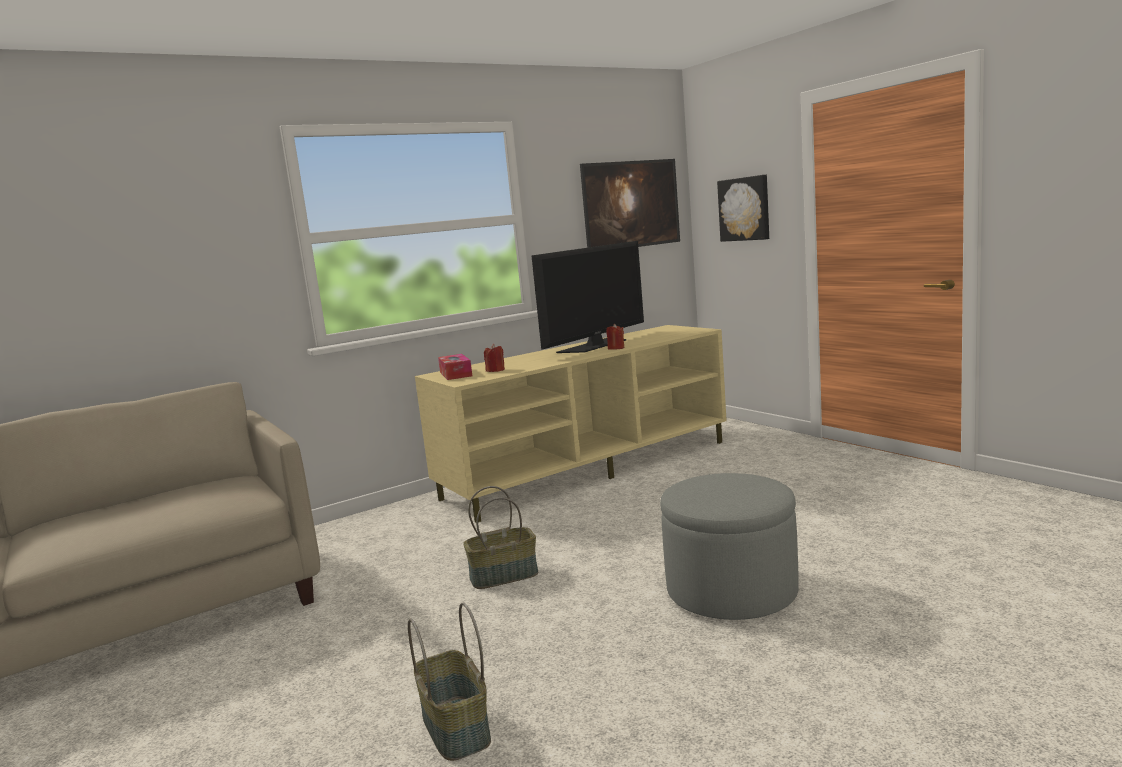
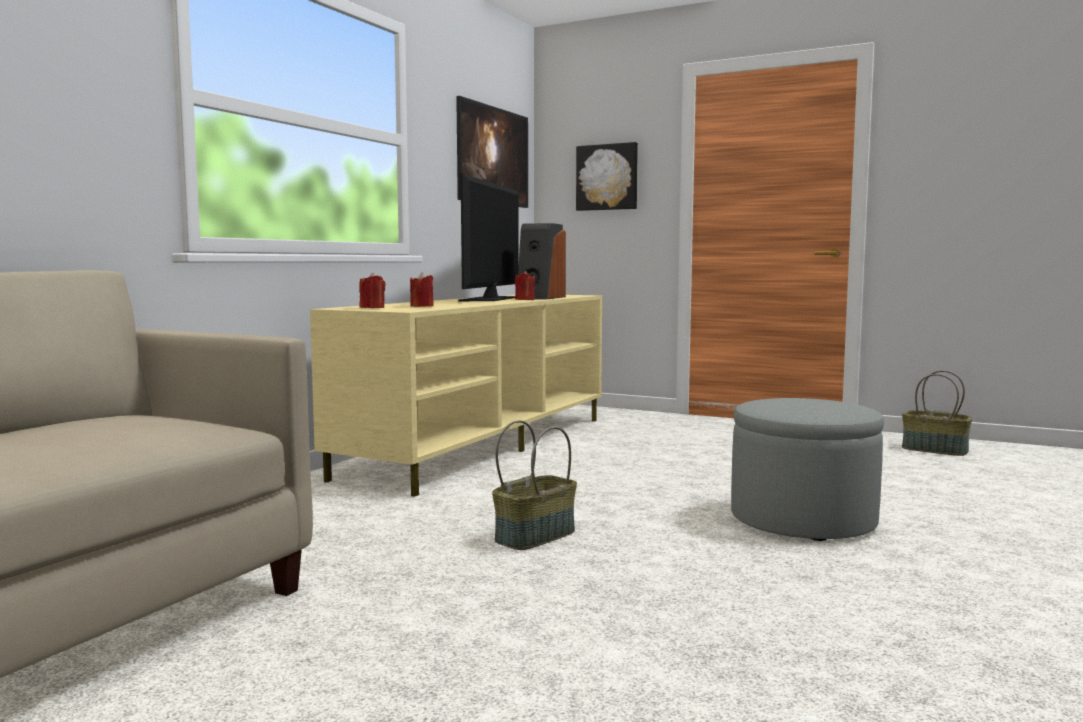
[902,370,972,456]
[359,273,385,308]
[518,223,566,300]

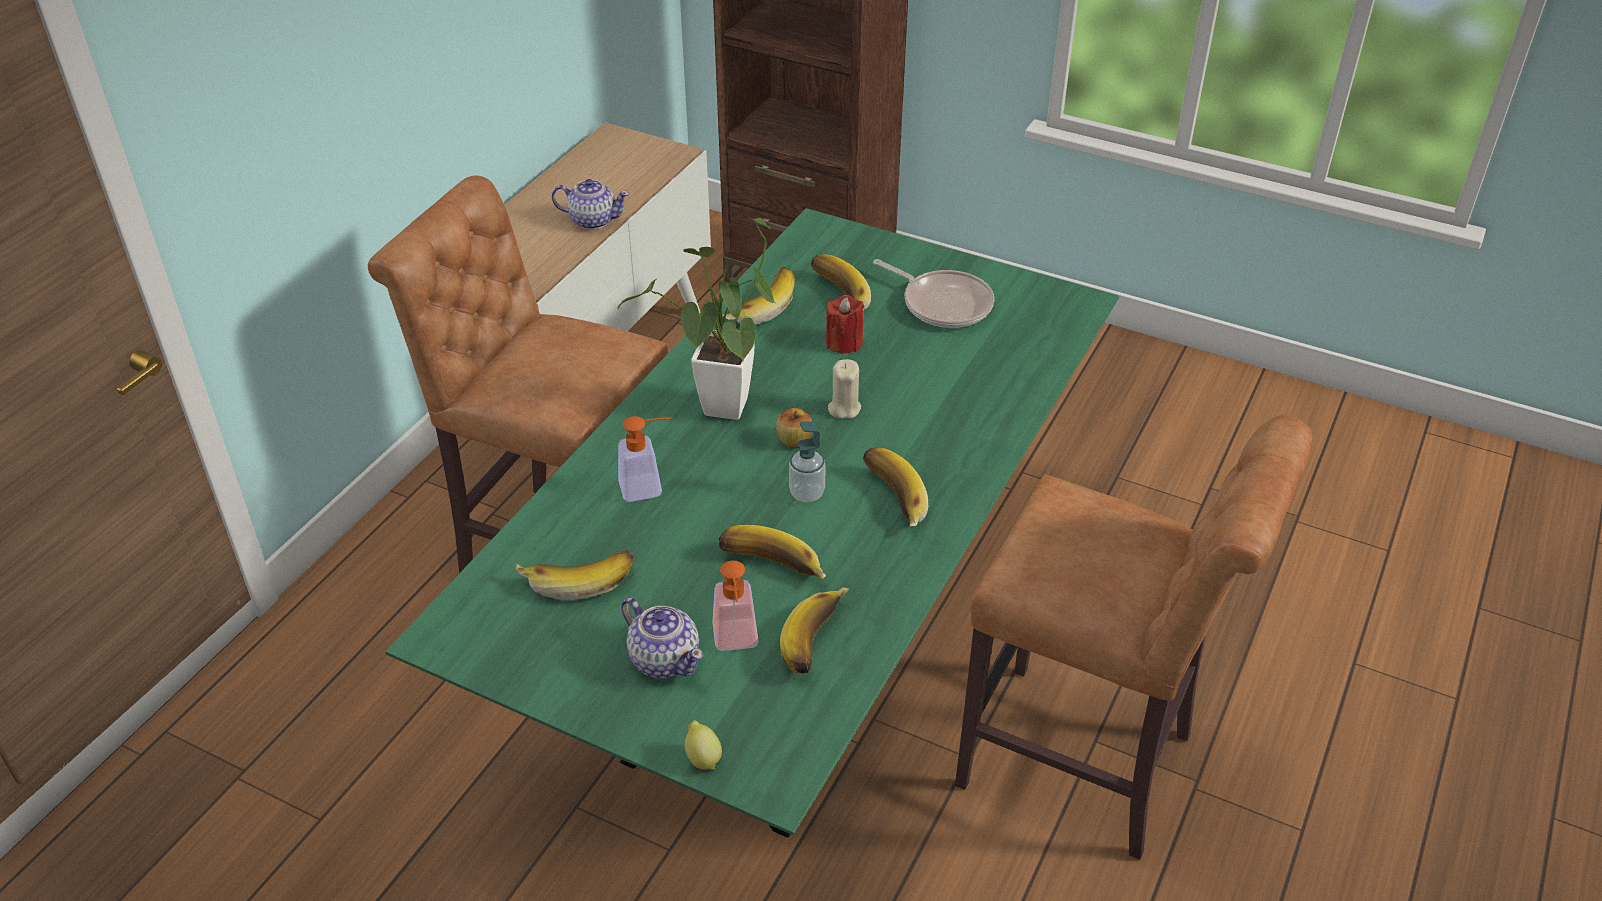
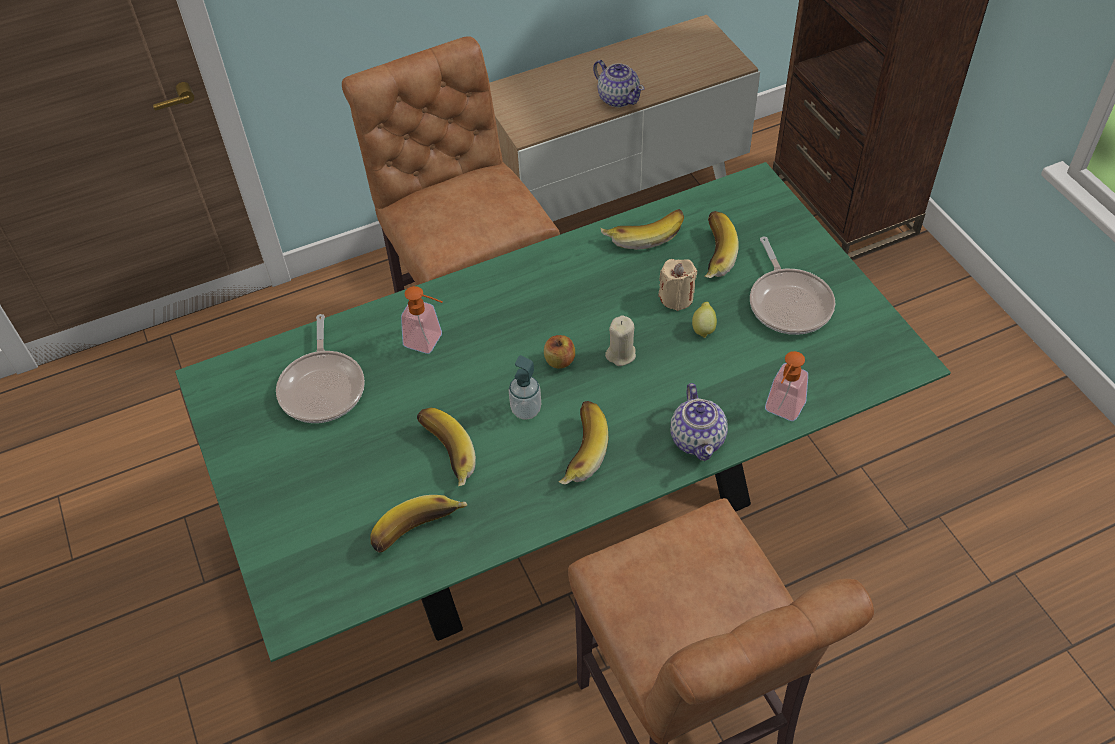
[276,314,365,423]
[617,217,776,420] (first image)
[671,383,728,461]
[692,302,717,338]
[765,351,808,421]
[658,259,697,311]

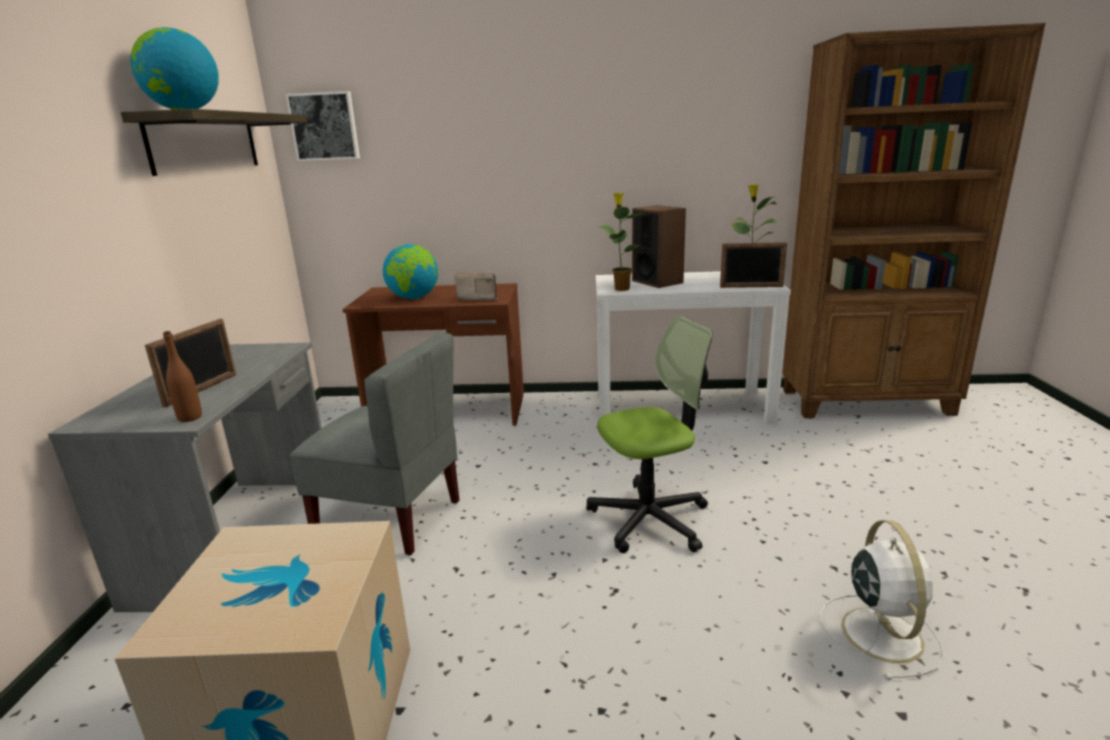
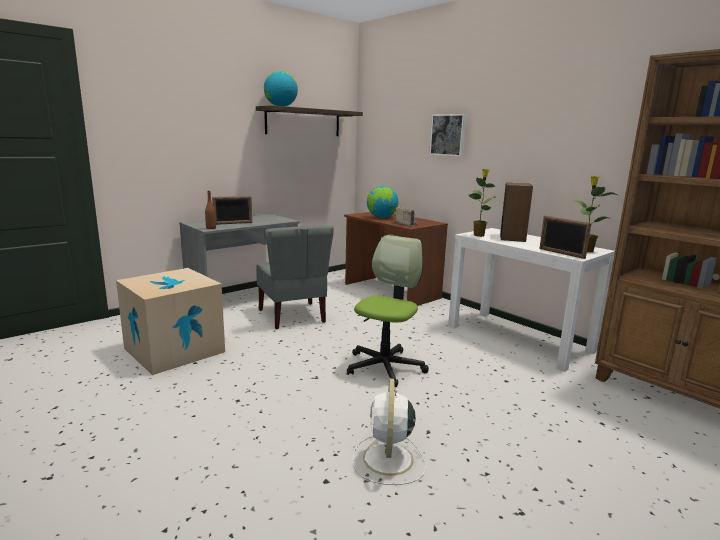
[429,114,467,157]
[347,235,429,387]
[353,378,426,485]

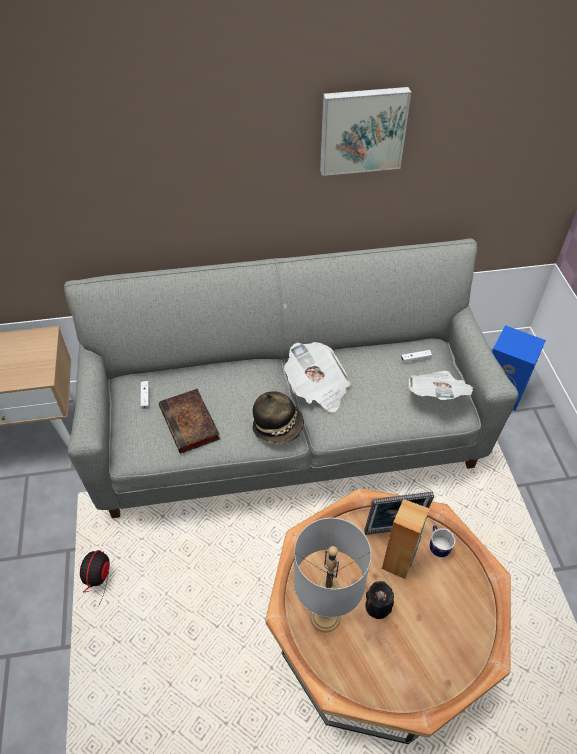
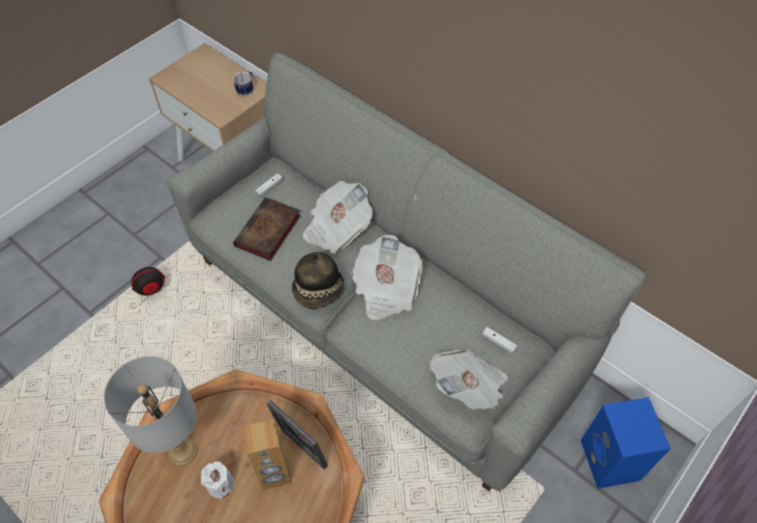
[320,87,411,176] (first image)
[201,461,234,499]
[233,71,253,96]
[303,181,373,254]

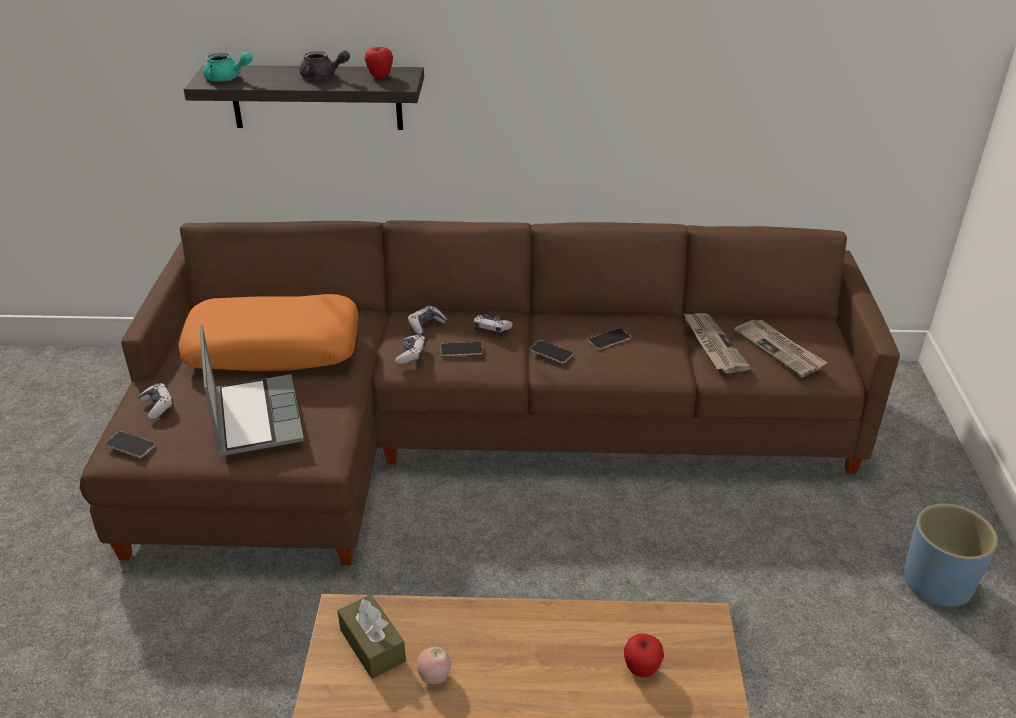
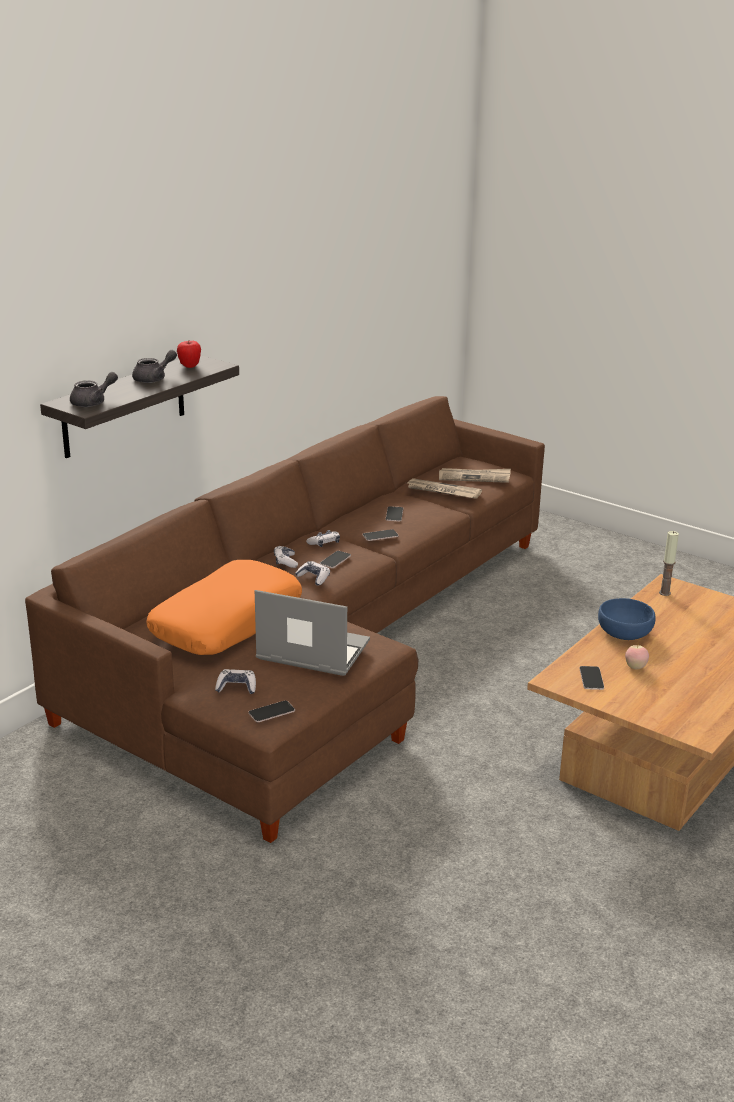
[70,372,118,407]
[579,666,604,690]
[624,633,664,677] (first image)
[903,504,998,607] (first image)
[598,598,655,640]
[659,531,679,596]

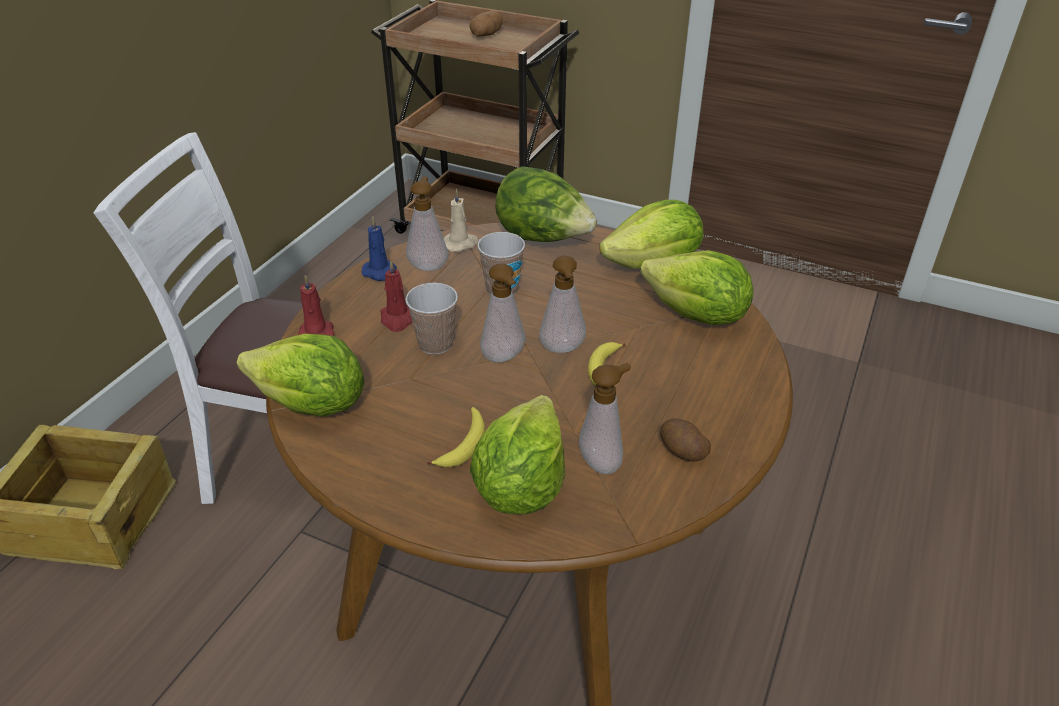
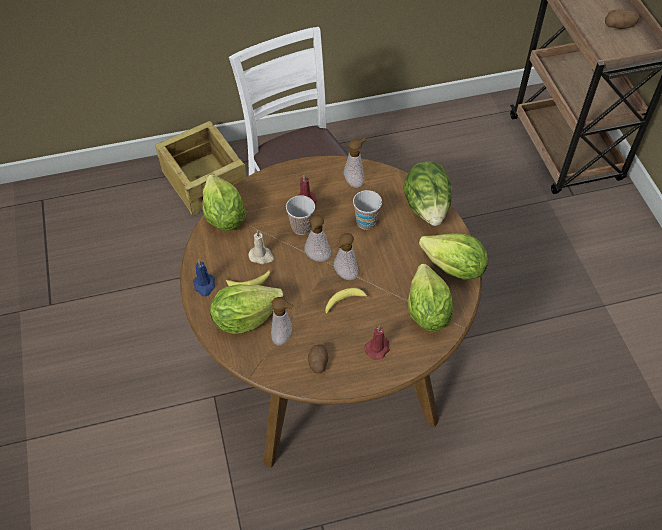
[364,325,390,360]
[193,260,215,297]
[248,230,274,264]

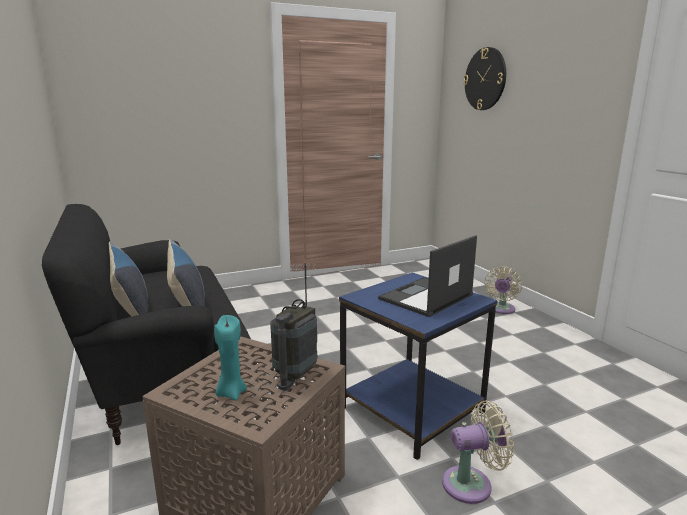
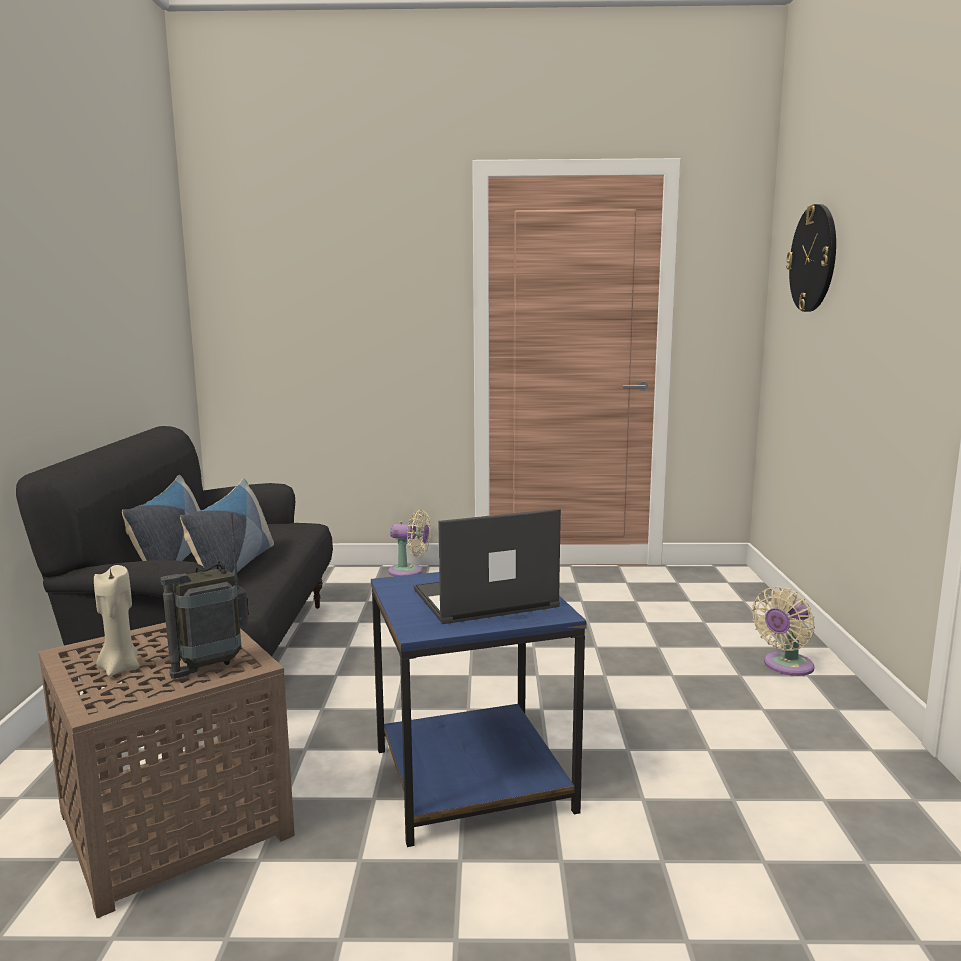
[94,565,139,676]
[388,510,431,576]

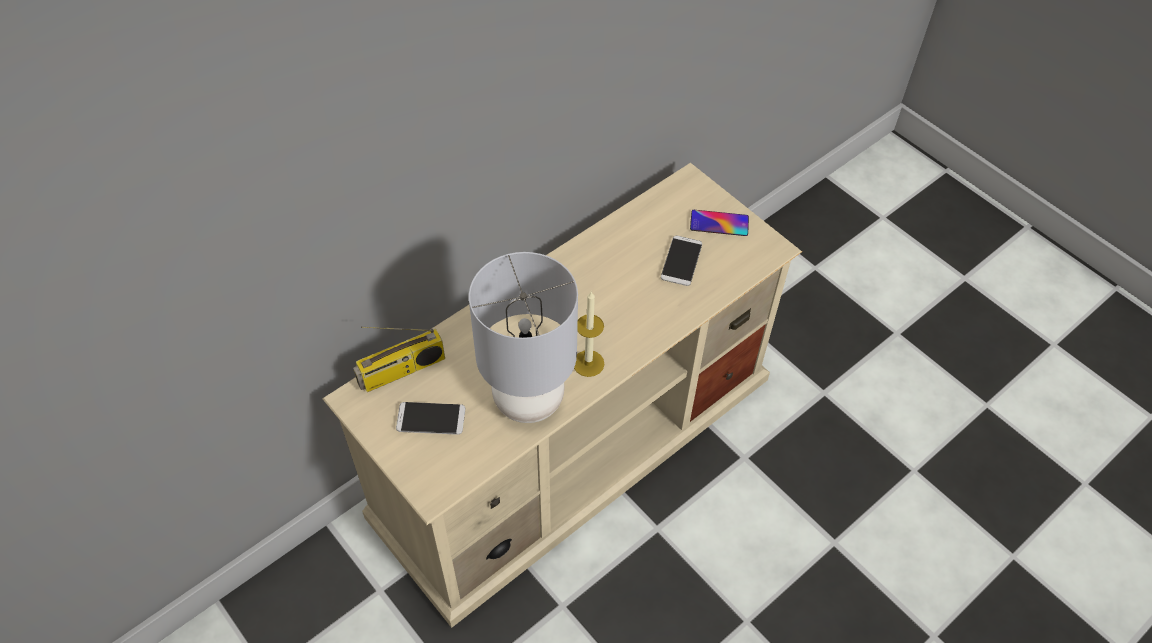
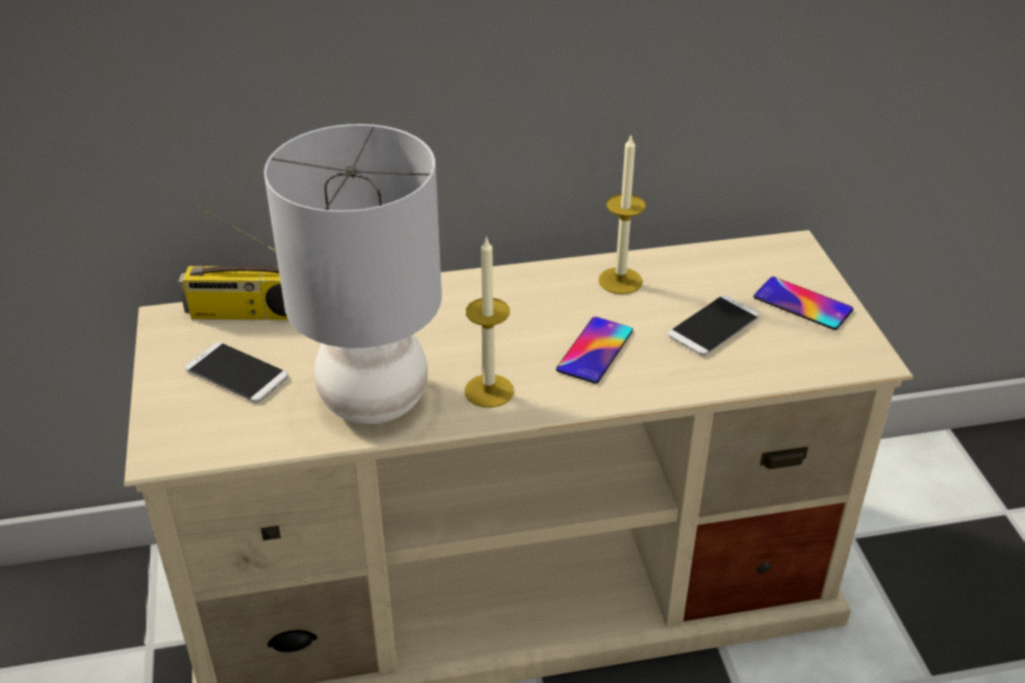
[556,317,633,384]
[598,136,646,294]

